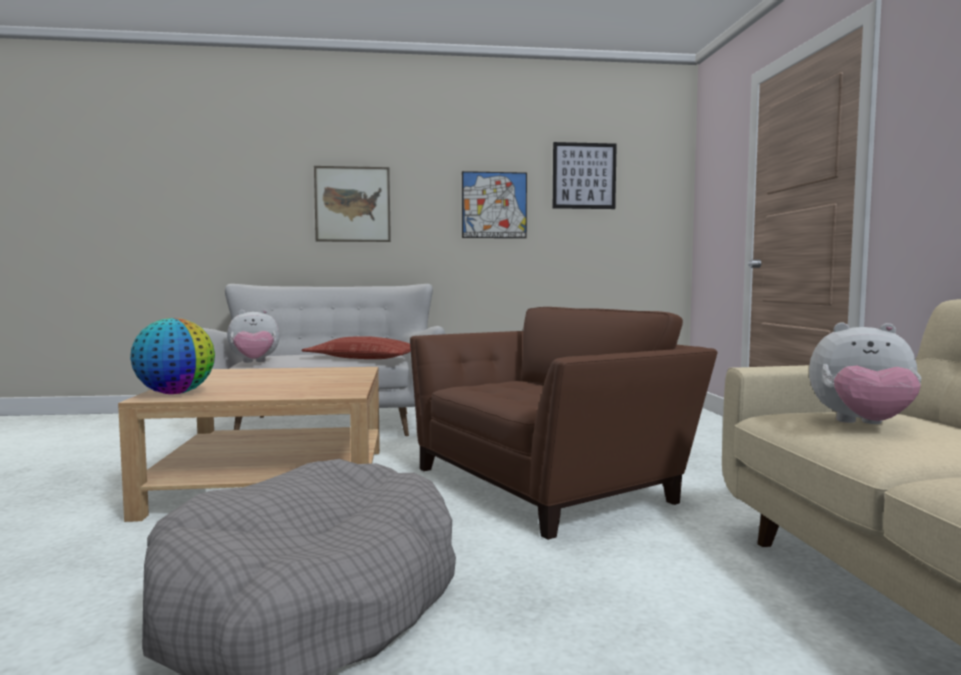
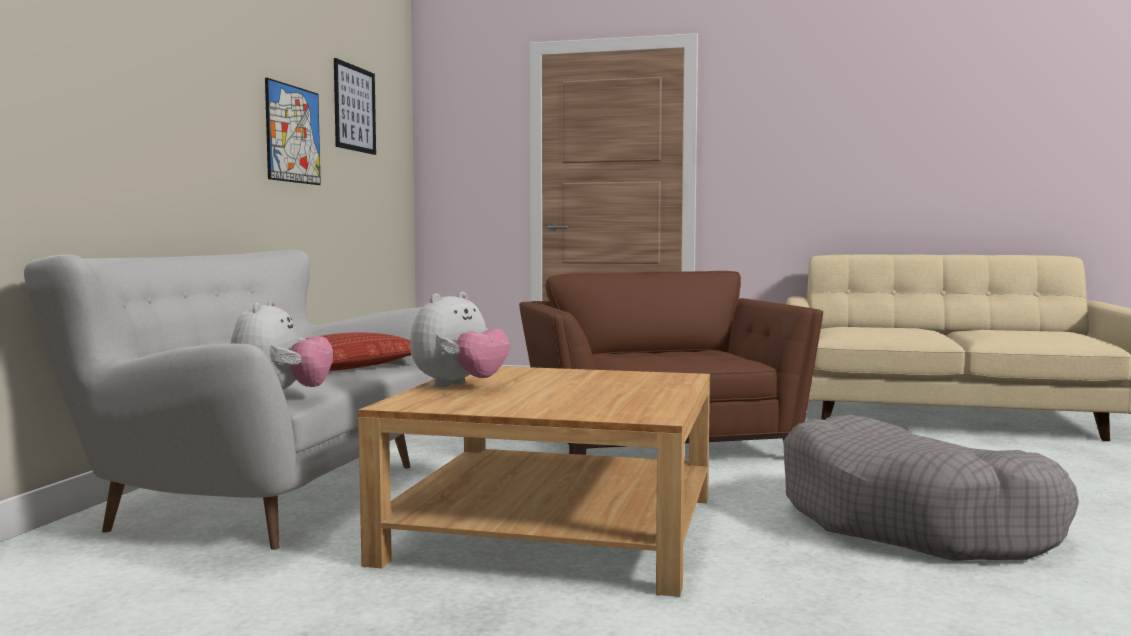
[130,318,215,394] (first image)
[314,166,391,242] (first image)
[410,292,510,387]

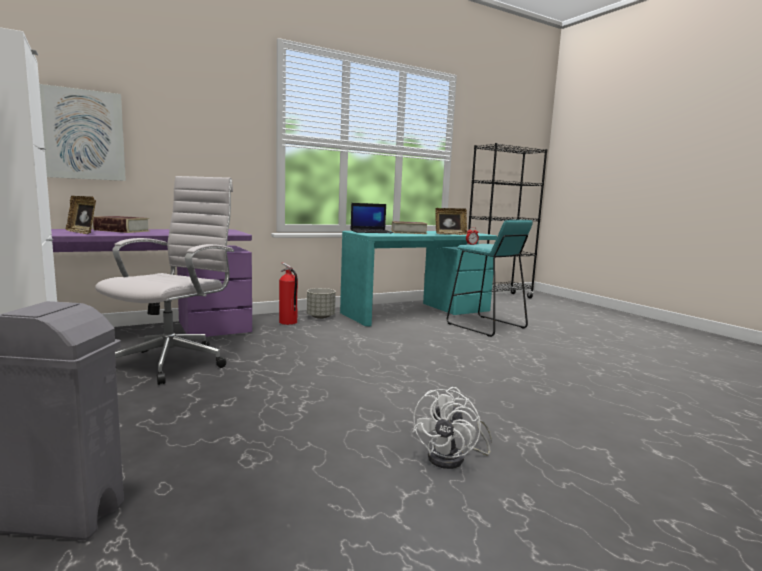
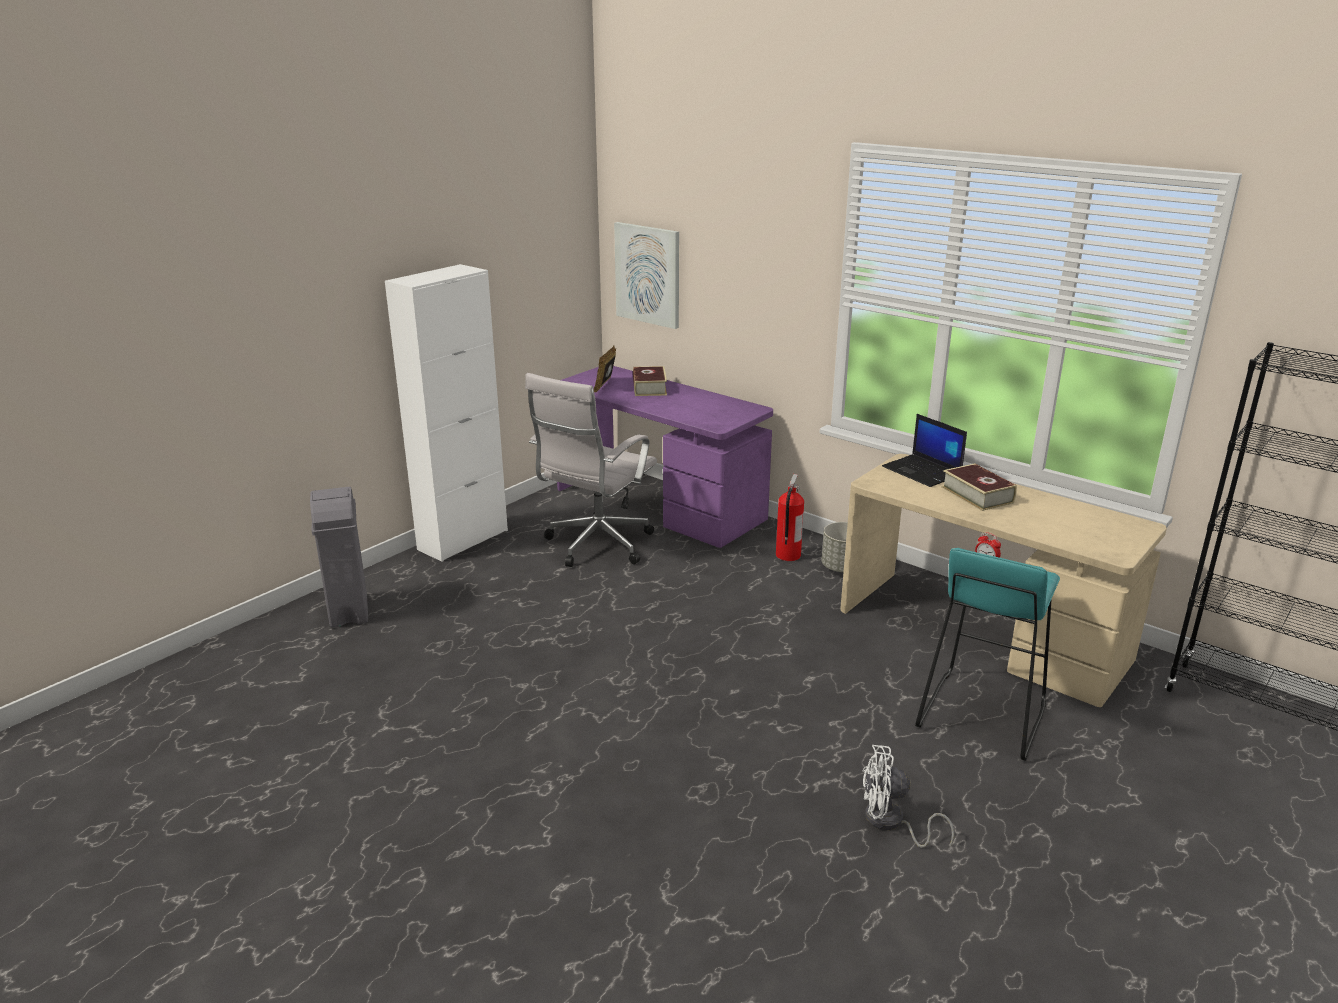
[525,373,657,567]
[840,454,1167,707]
[862,745,954,848]
[435,208,468,235] (first image)

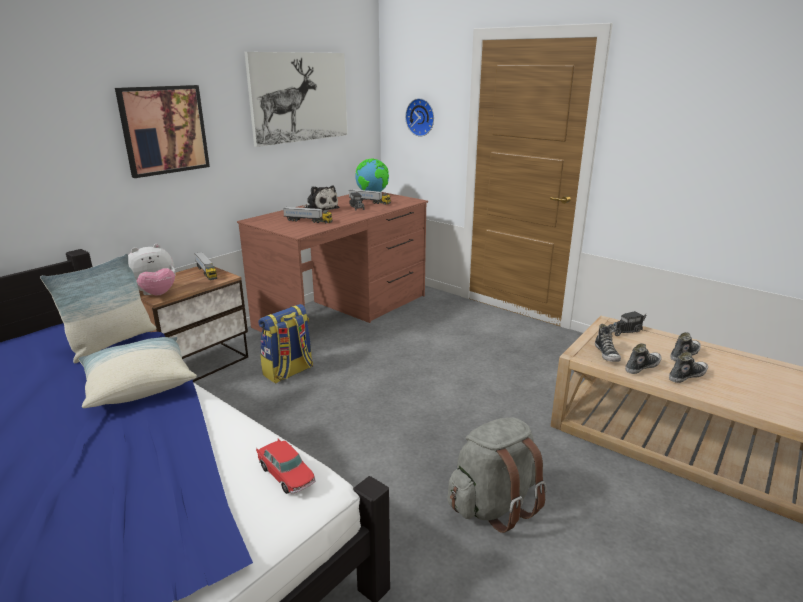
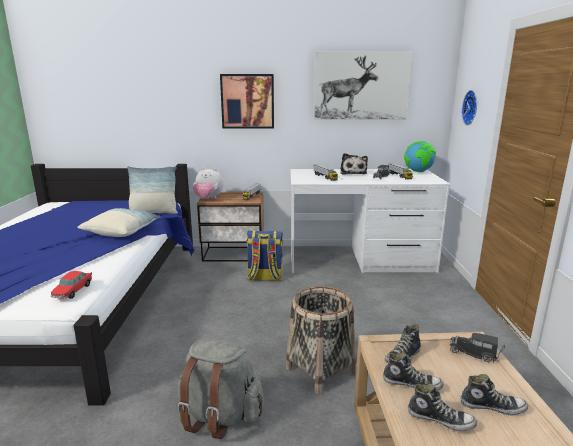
[290,169,451,273]
[286,286,356,395]

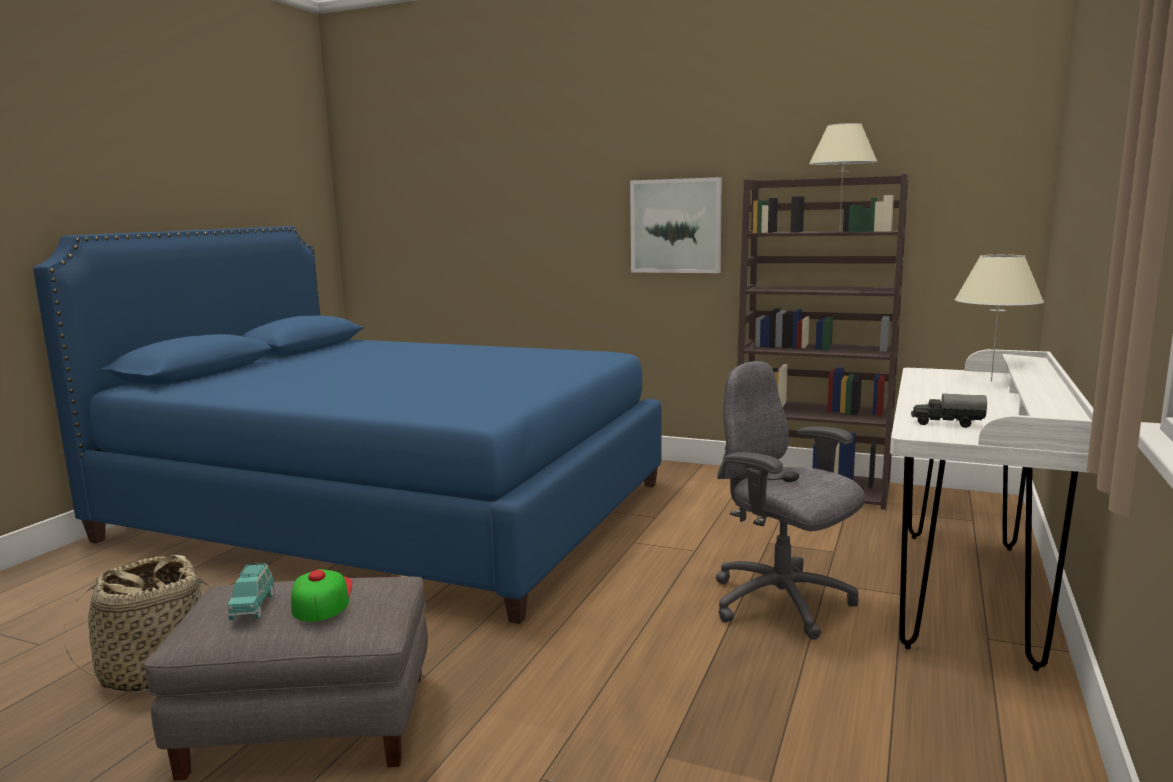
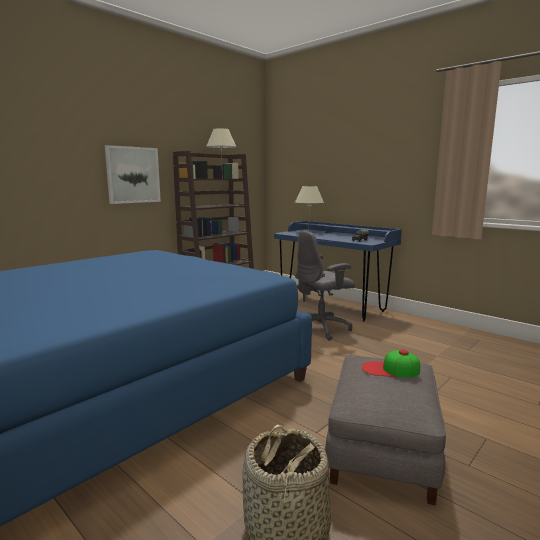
[228,563,274,620] (first image)
[274,221,402,321]

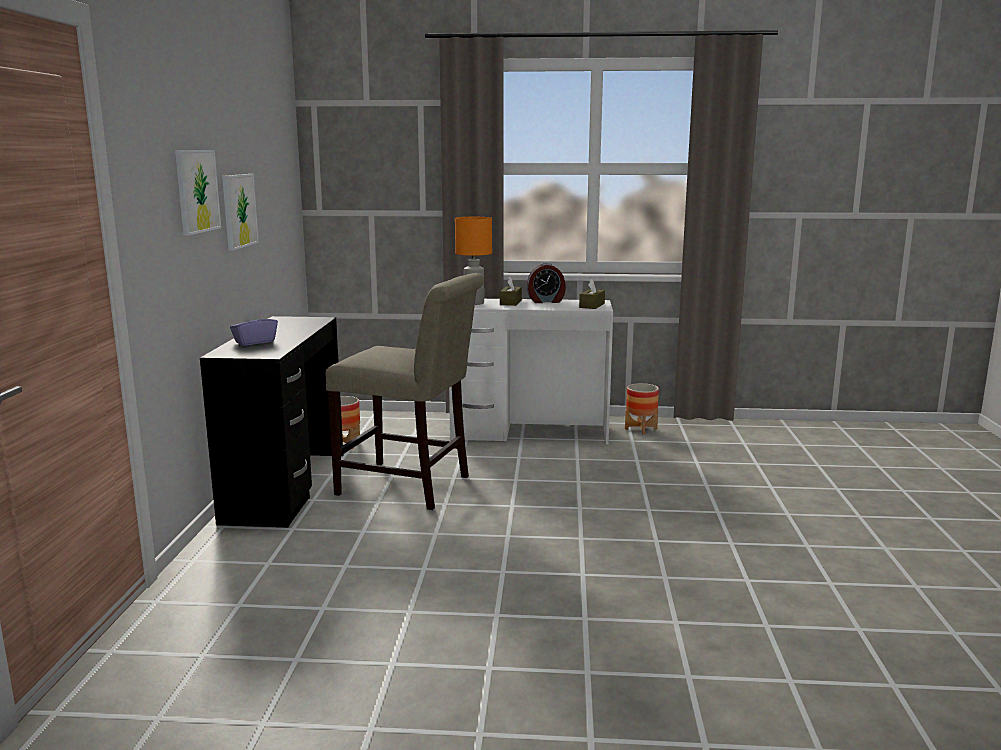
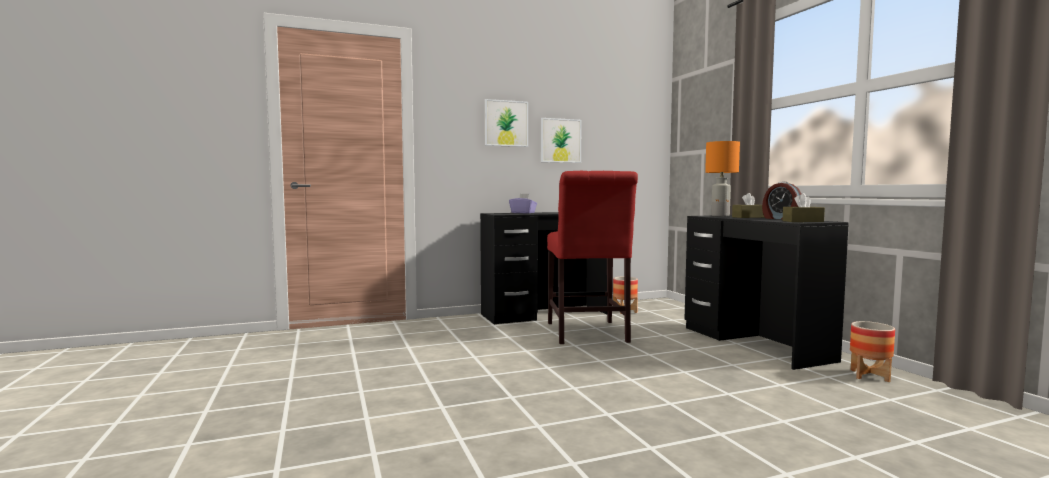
[547,171,638,344]
[684,215,849,370]

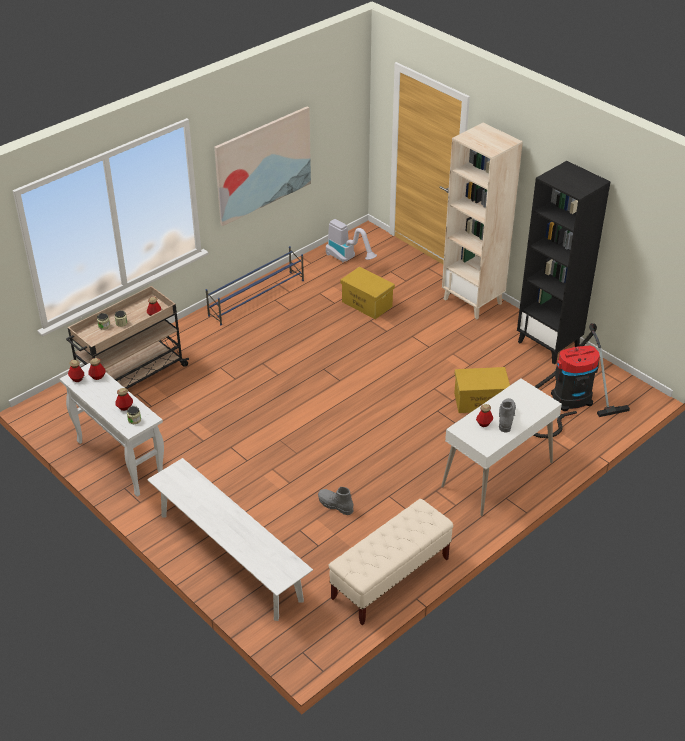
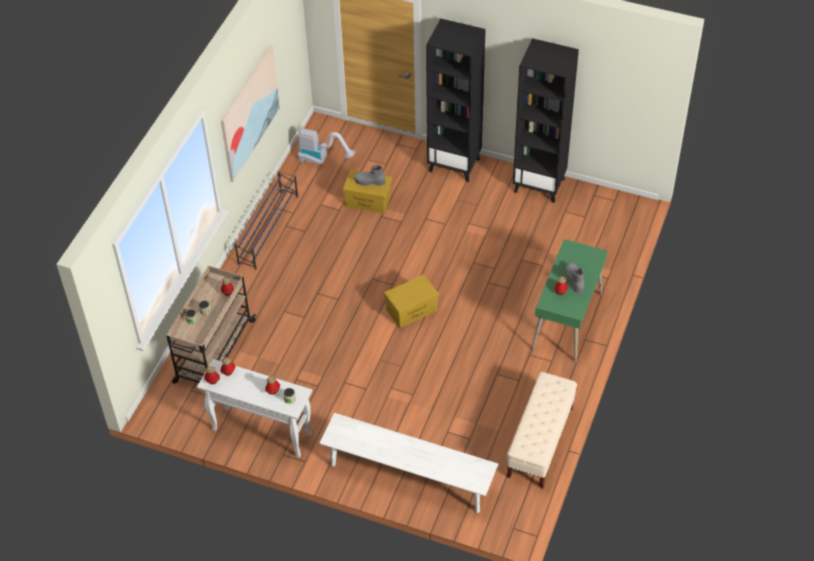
[354,165,385,186]
[532,239,607,362]
[426,19,486,182]
[384,274,439,328]
[534,323,630,438] (first image)

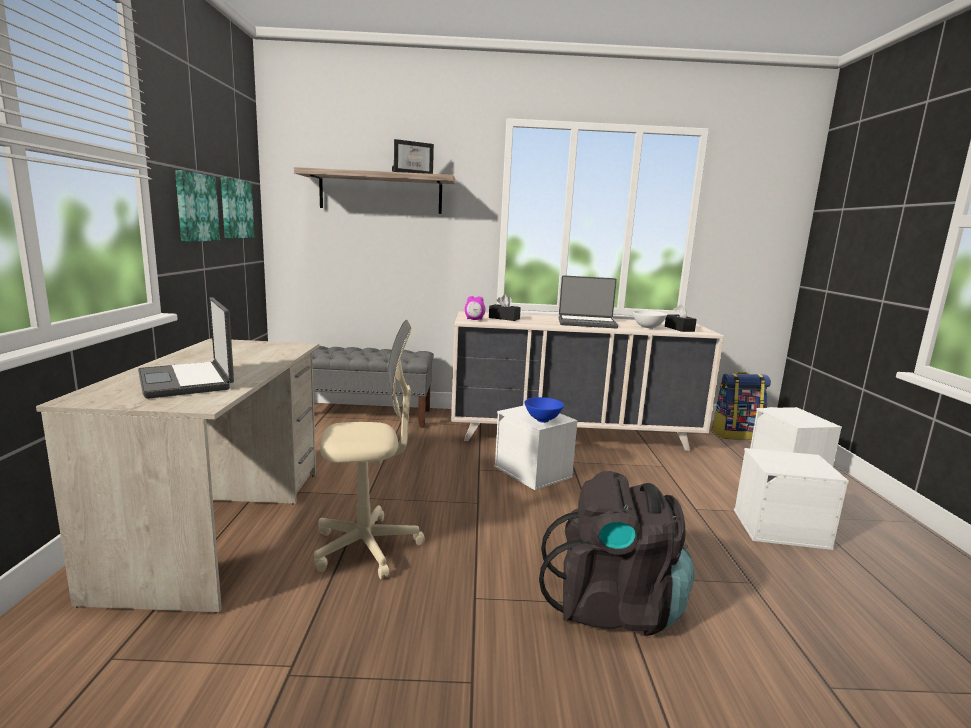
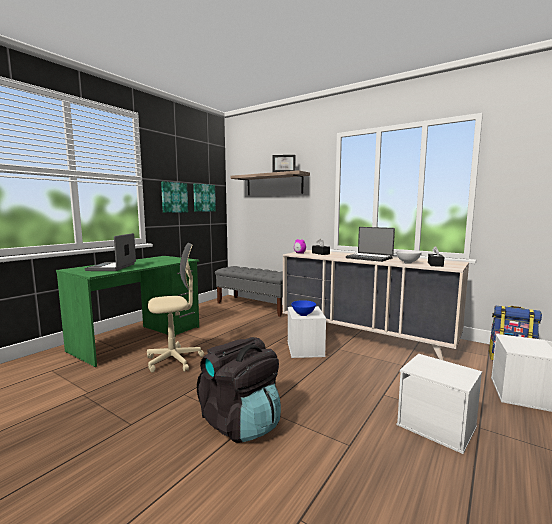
[56,256,199,367]
[147,243,204,373]

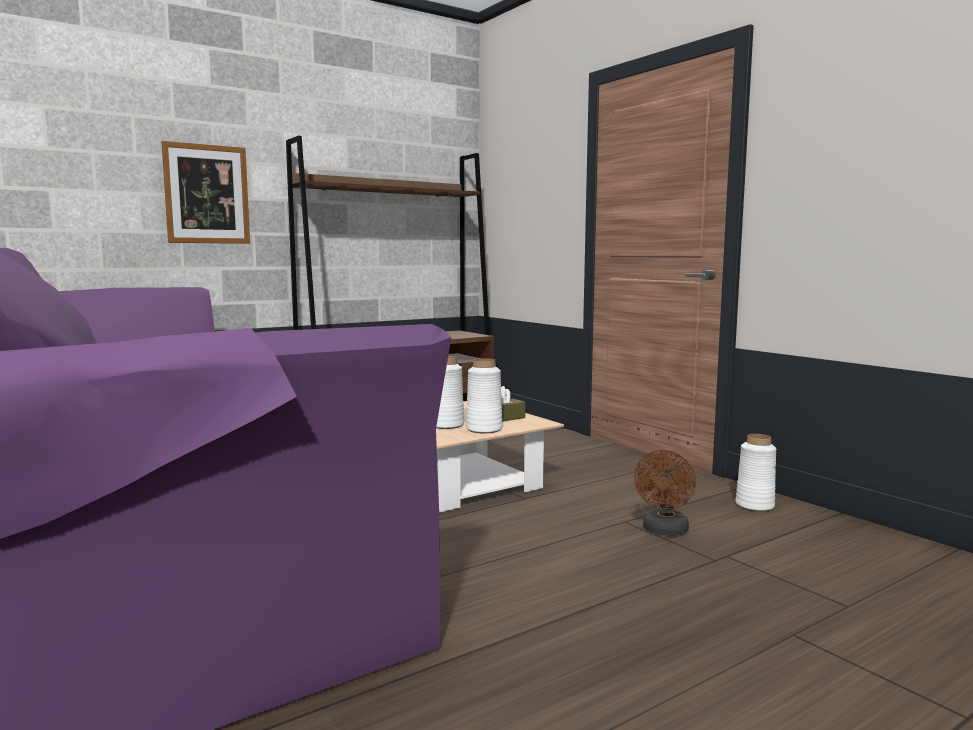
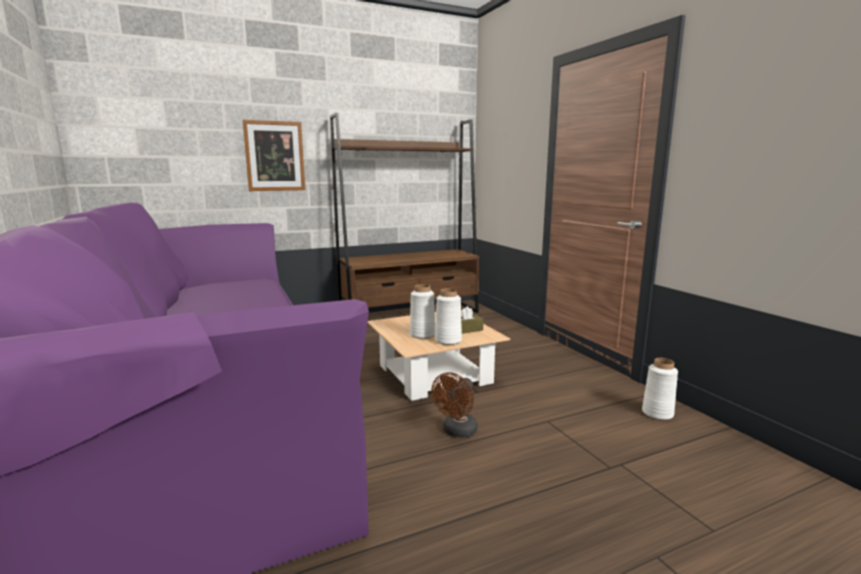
[431,372,478,438]

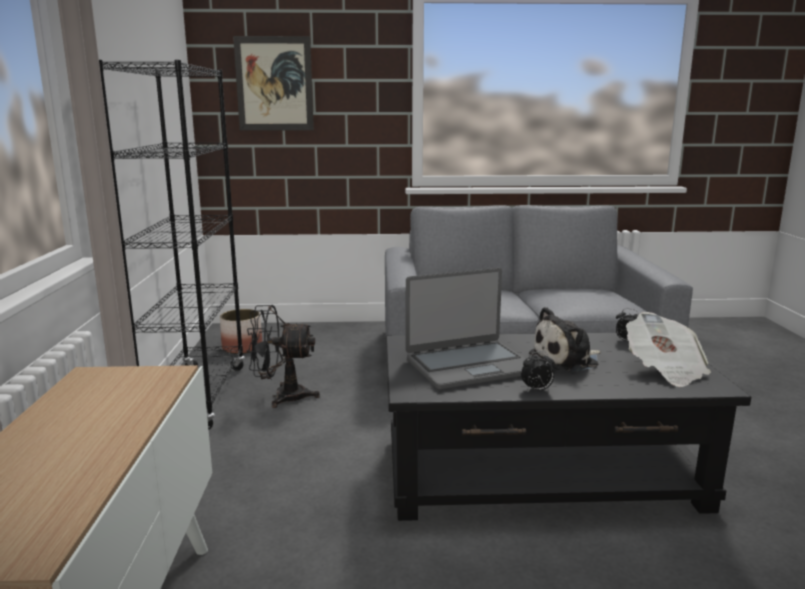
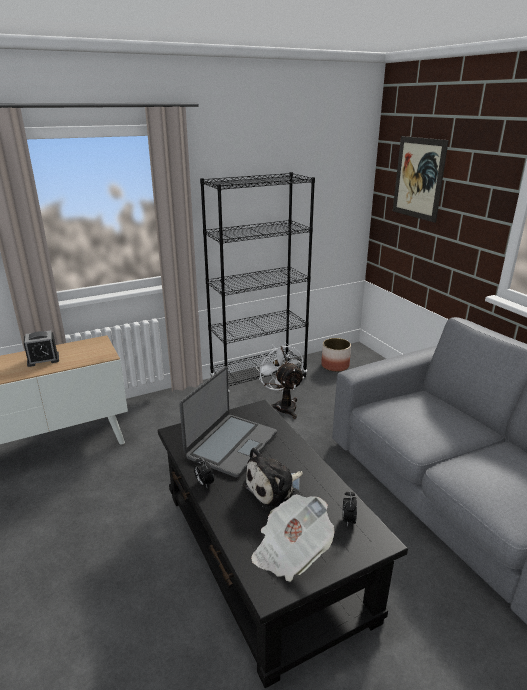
[256,343,304,419]
[179,366,277,477]
[243,447,303,510]
[23,331,59,367]

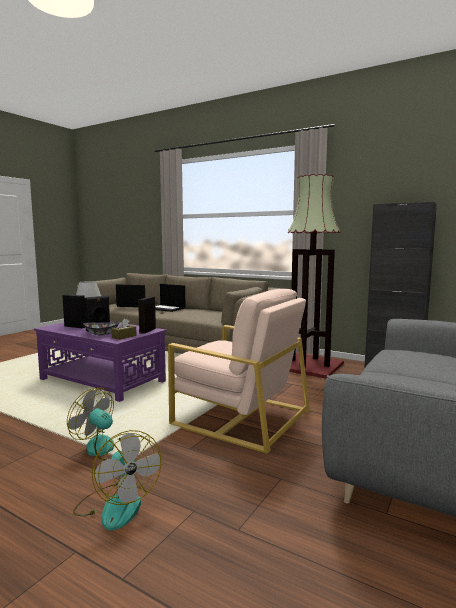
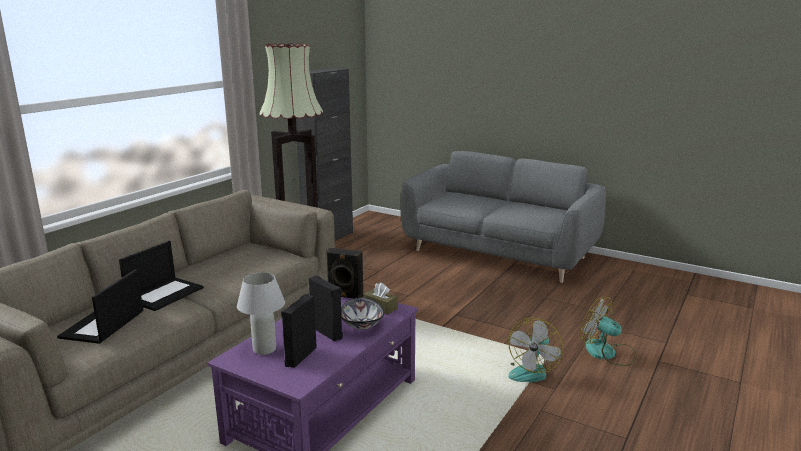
[580,297,637,366]
[168,289,310,454] (first image)

